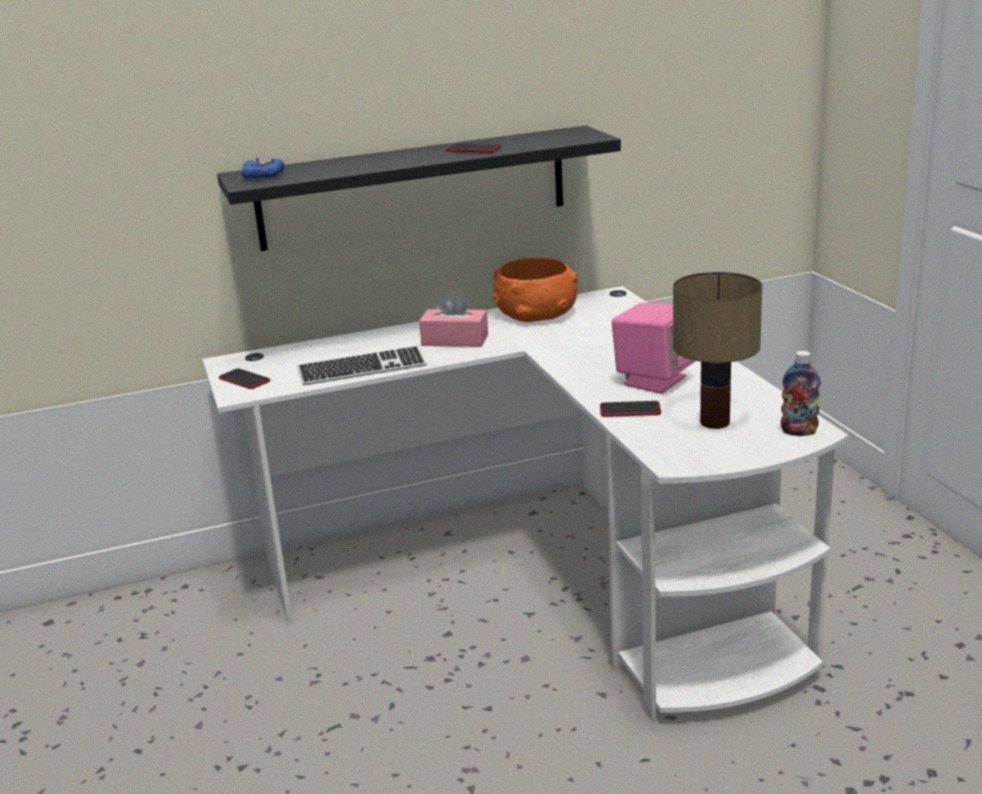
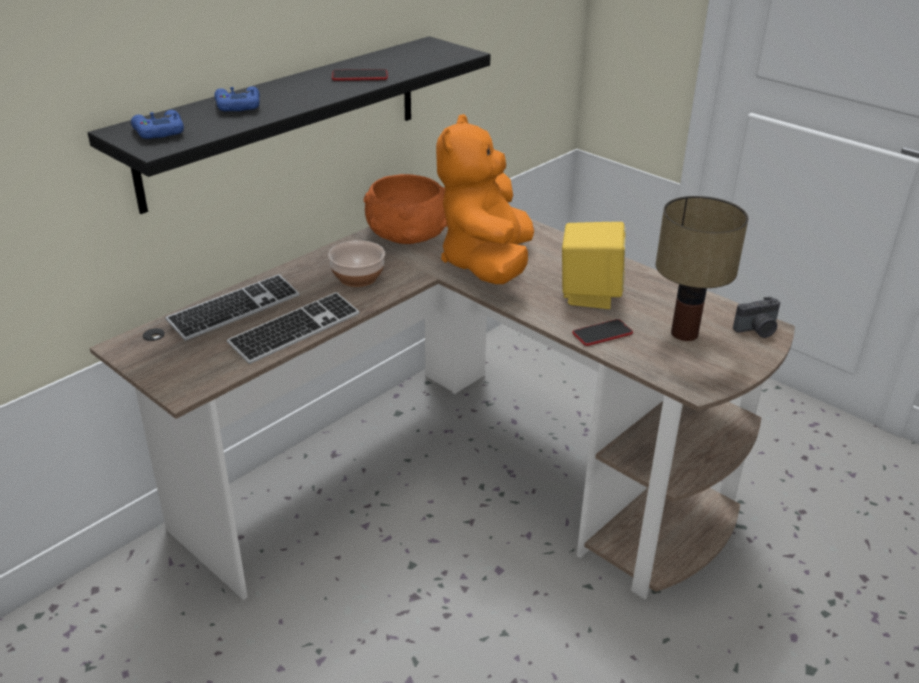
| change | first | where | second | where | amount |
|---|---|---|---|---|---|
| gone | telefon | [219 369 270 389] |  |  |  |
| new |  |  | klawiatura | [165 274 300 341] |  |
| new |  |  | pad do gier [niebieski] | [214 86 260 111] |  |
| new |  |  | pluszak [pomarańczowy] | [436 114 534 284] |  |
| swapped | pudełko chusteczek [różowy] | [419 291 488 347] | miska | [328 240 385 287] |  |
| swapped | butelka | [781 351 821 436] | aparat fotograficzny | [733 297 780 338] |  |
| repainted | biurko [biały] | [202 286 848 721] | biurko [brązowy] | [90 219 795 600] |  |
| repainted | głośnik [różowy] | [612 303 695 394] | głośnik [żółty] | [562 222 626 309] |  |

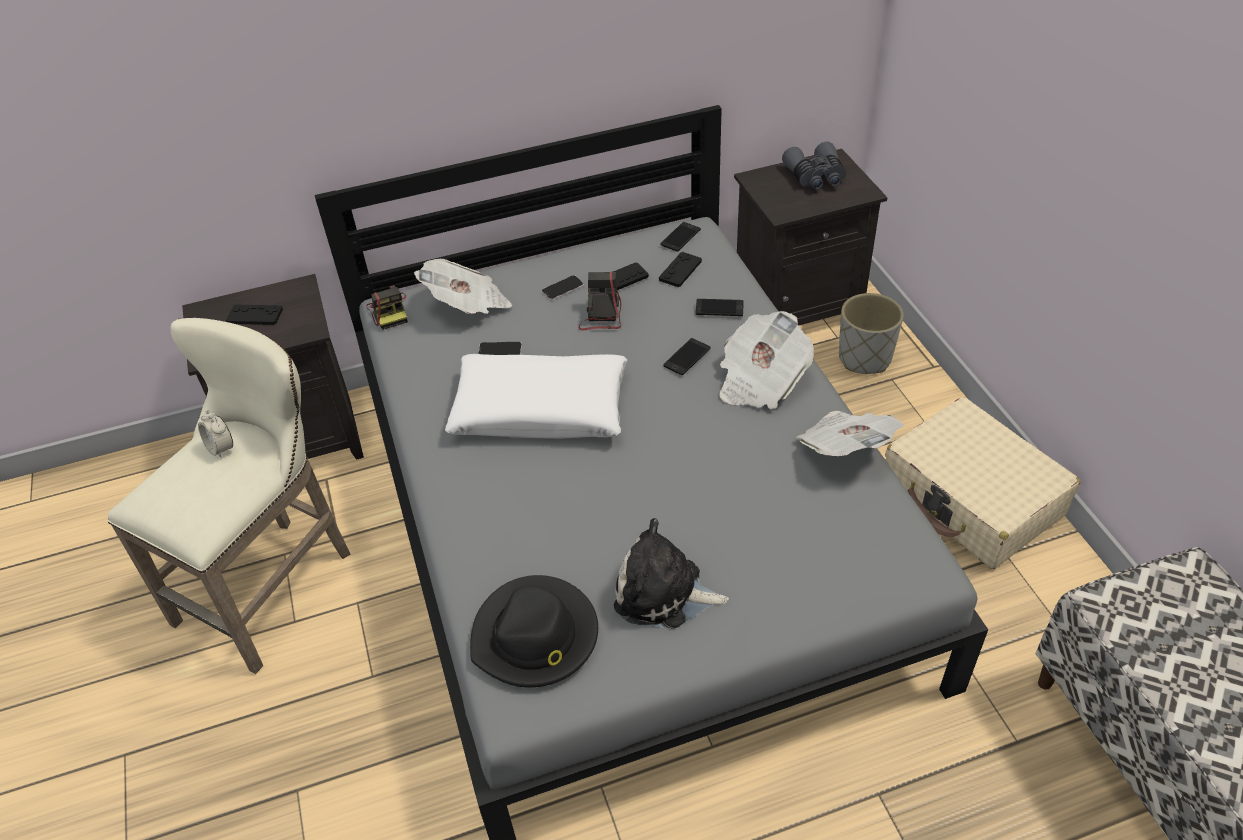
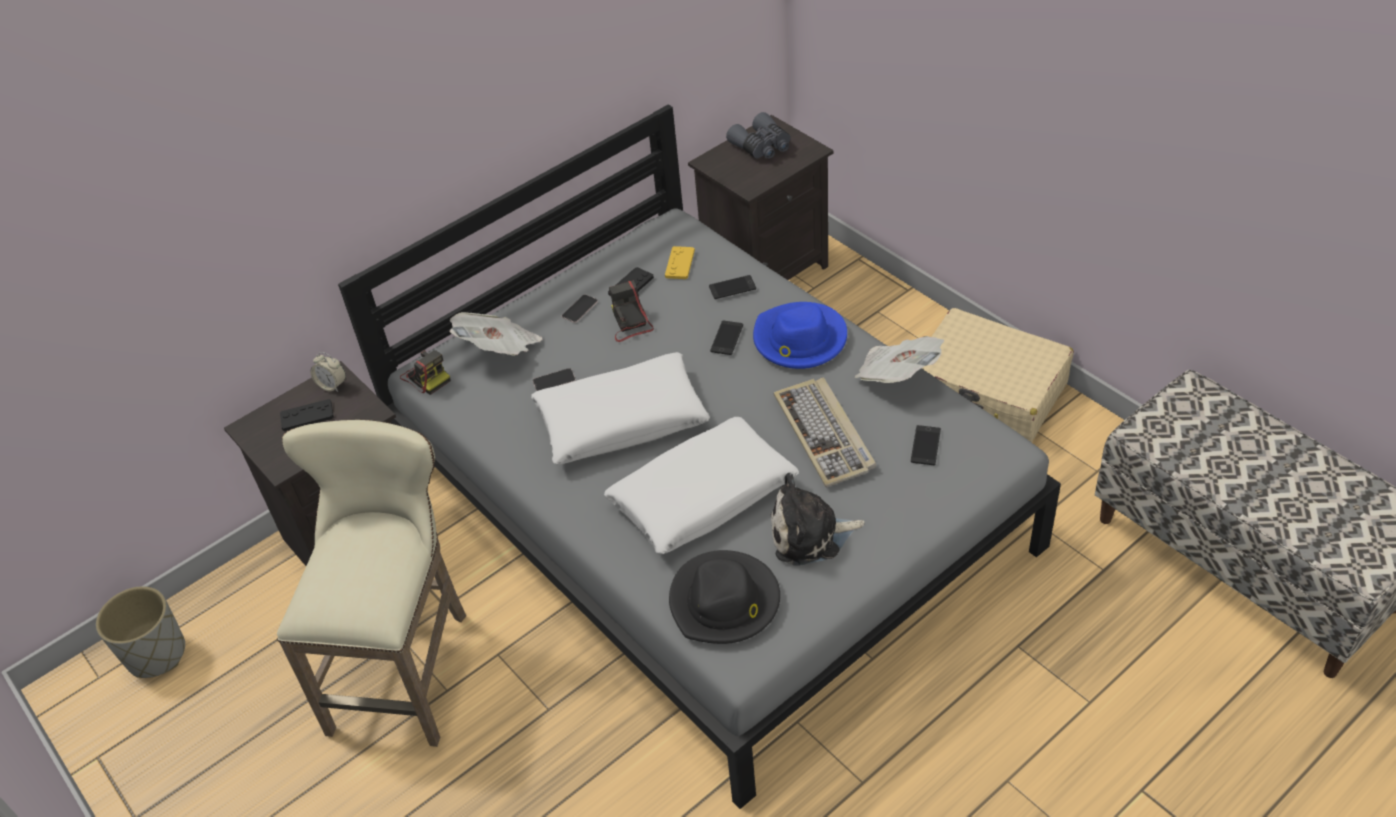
| change | first | where | second | where | amount |
|---|---|---|---|---|---|
| new |  |  | poduszka [biały] | [604 417 799 554] |  |
| new |  |  | klawiatura | [774 378 876 487] |  |
| shifted | budzik | [198 410 233 459] |  | [310 352 346 392] |  |
| shifted | telefon | [660 222 701 252] |  | [911 425 941 465] |  |
| shifted | donica [szary] | [839 293 903 374] |  | [96 586 185 678] |  |
| swapped | gazeta | [719 311 814 409] | kapelusz [niebieski] | [753 302 847 369] |  |
| repainted | pad do gier [czarny] | [659 252 702 287] | pad do gier [żółty] | [665 246 695 279] |  |

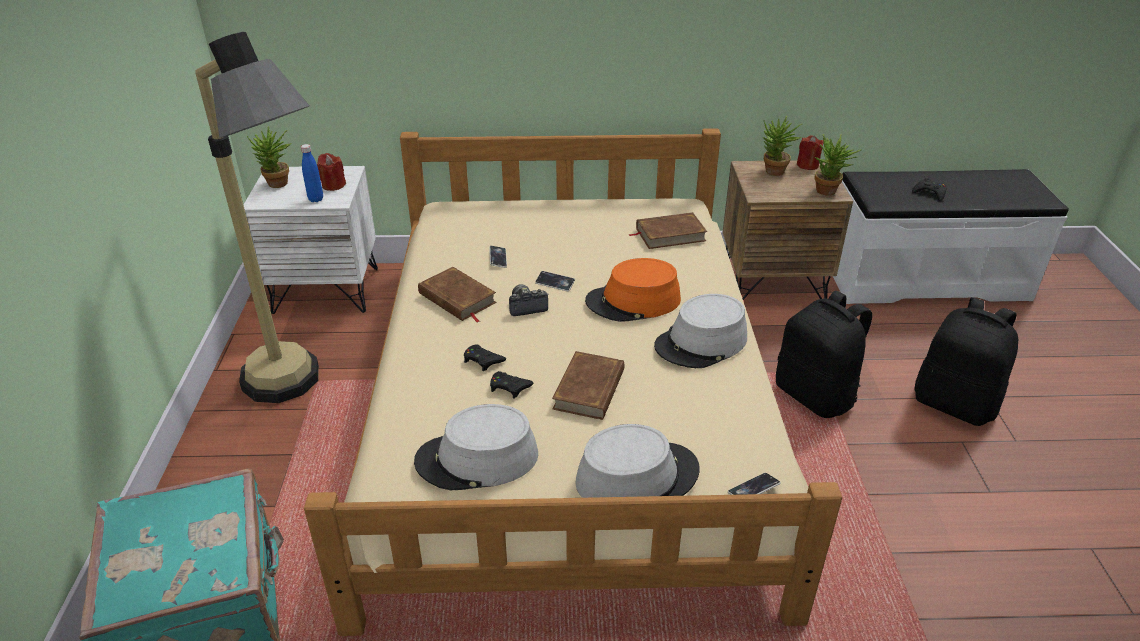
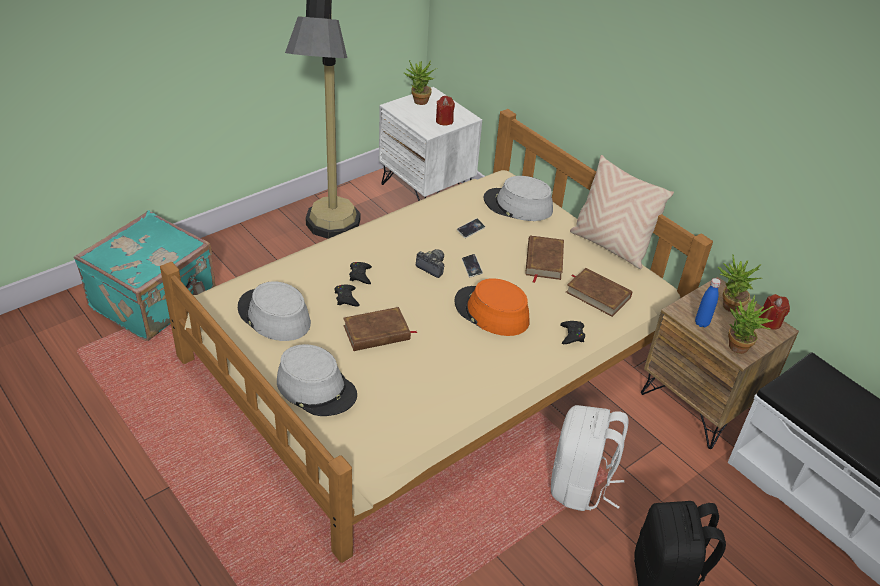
| change | first | where | second | where | amount |
|---|---|---|---|---|---|
| gone | telefon | [728 473 781 495] |  |  |  |
| new |  |  | poduszka [beżowy] | [570 155 674 269] |  |
| shifted | butelka [niebieski] | [301 144 323 202] |  | [695 278 721 328] |  |
| shifted | książka [brązowy] | [418 267 497 322] |  | [525 235 564 283] |  |
| shifted | kapelusz [szary] | [654 294 747 368] |  | [483 176 553 221] |  |
| shifted | pad do gier [czarny] | [912 178 947 201] |  | [560 321 585 344] |  |
| repainted | plecak [czarny] | [776 291 872 418] | plecak [biały] | [551 405 629 511] |  |

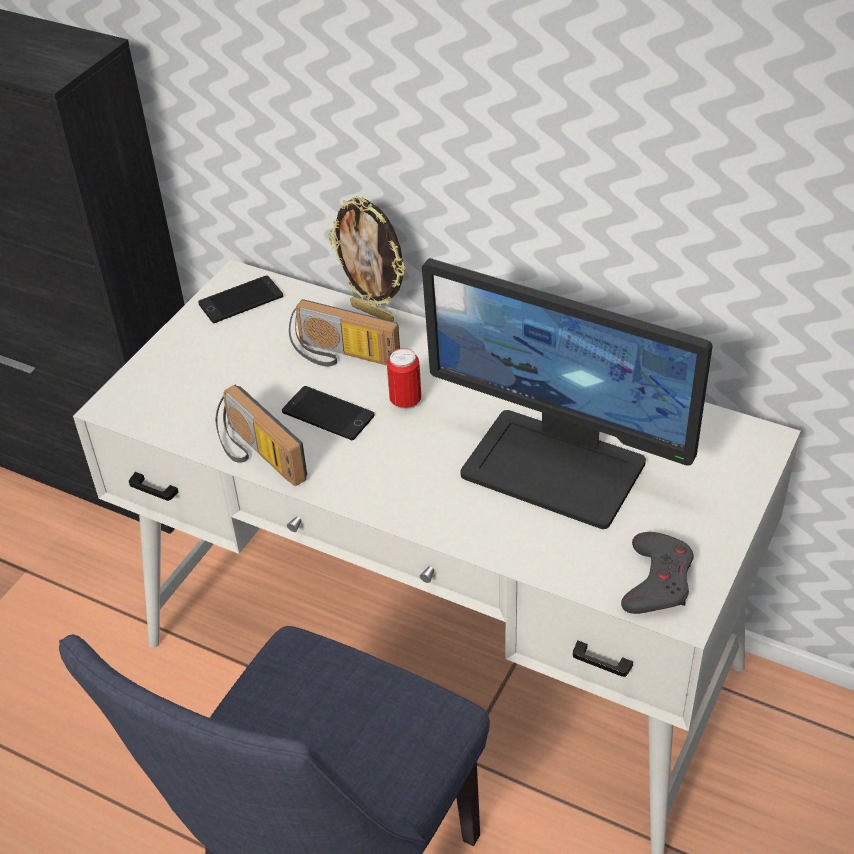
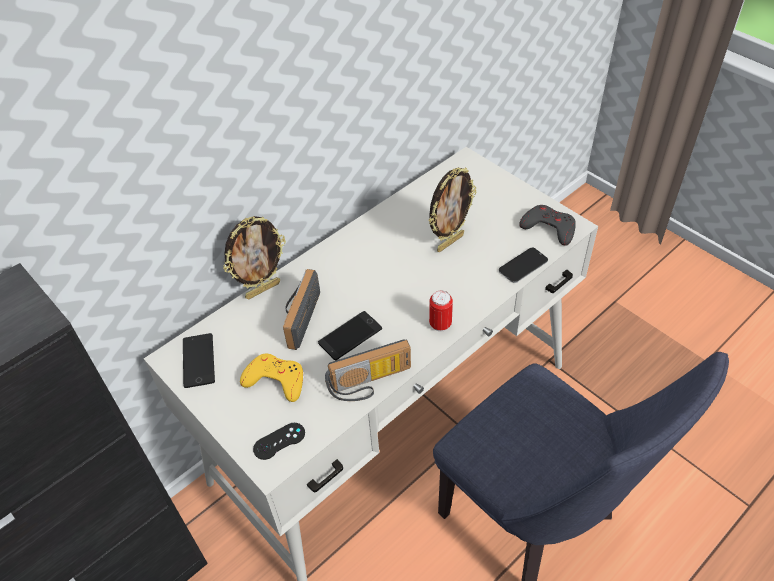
| change | first | where | second | where | amount |
|---|---|---|---|---|---|
| new |  |  | pad do gier [żółty] | [240 354 303 402] |  |
| new |  |  | pad do gier [czarny] | [253 423 305 460] |  |
| new |  |  | telefon | [499 247 548 283] |  |
| shifted | puszka | [387 348 421 410] |  | [429 290 453 332] |  |
| swapped | monitor | [422 258 713 529] | ramka na zdjęcie | [428 167 476 252] |  |
| rotated | radio | [289 299 400 366] |  | [283 269 320 350] | 150 degrees clockwise |

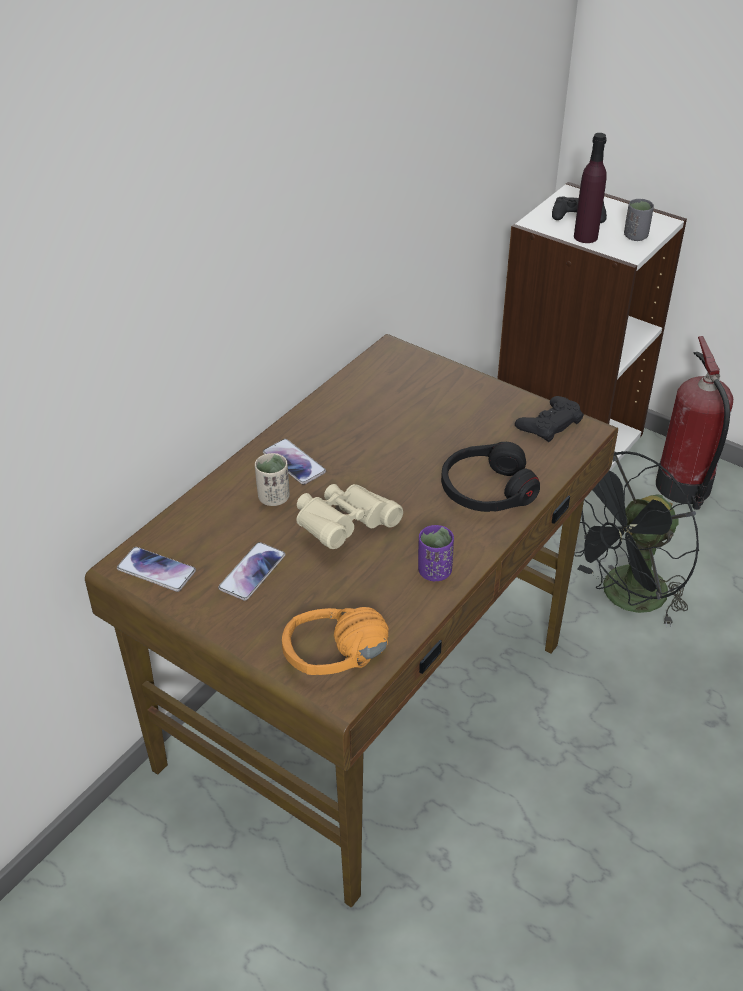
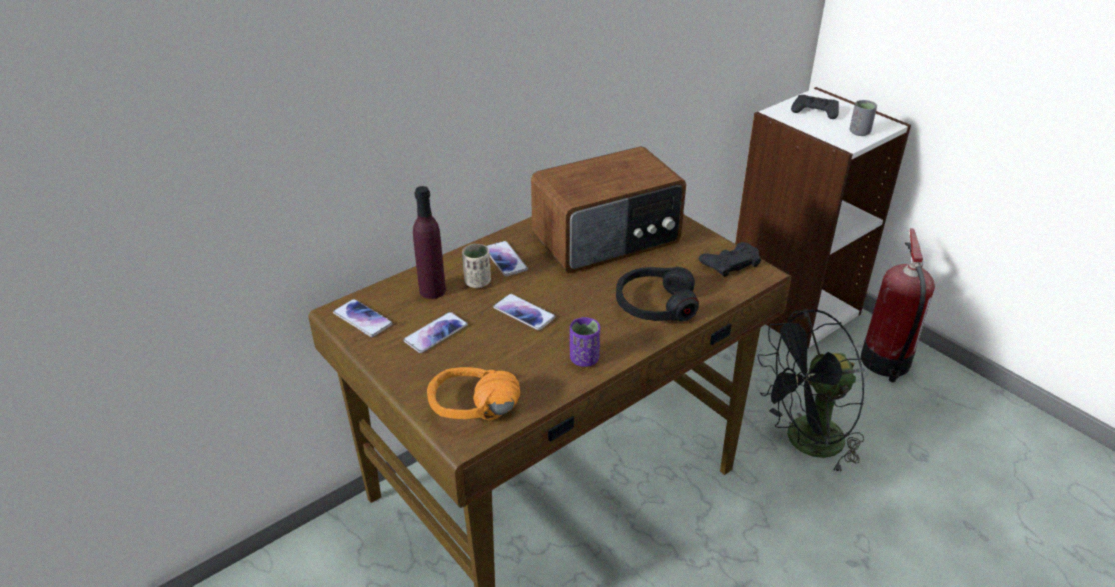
| change | first | where | second | where | amount |
|---|---|---|---|---|---|
| new |  |  | radio | [531 146 686 273] |  |
| shifted | butelka [fioletowy] | [574 133 607 243] |  | [413 186 446 299] |  |
| swapped | lornetka [beżowy] | [296 484 403 549] | telefon | [493 294 556 330] |  |

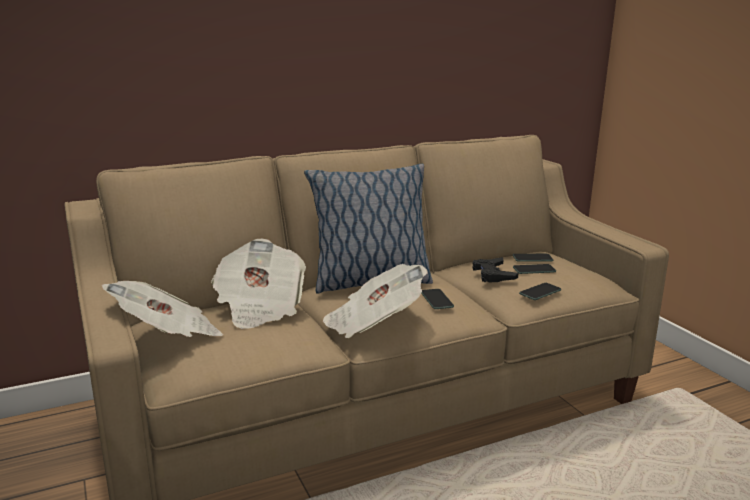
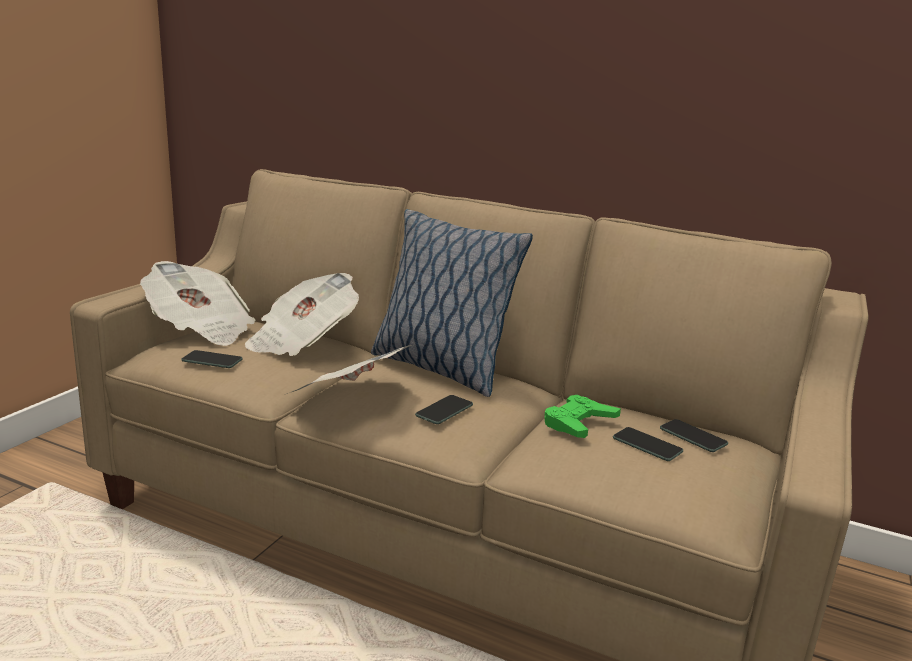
| change | first | where | second | where | amount |
|---|---|---|---|---|---|
| shifted | telefon | [519 283 561 300] |  | [181 350 243 368] |  |
| repainted | pad do gier [czarny] | [472 257 519 282] | pad do gier [zielony] | [544 395 621 438] |  |

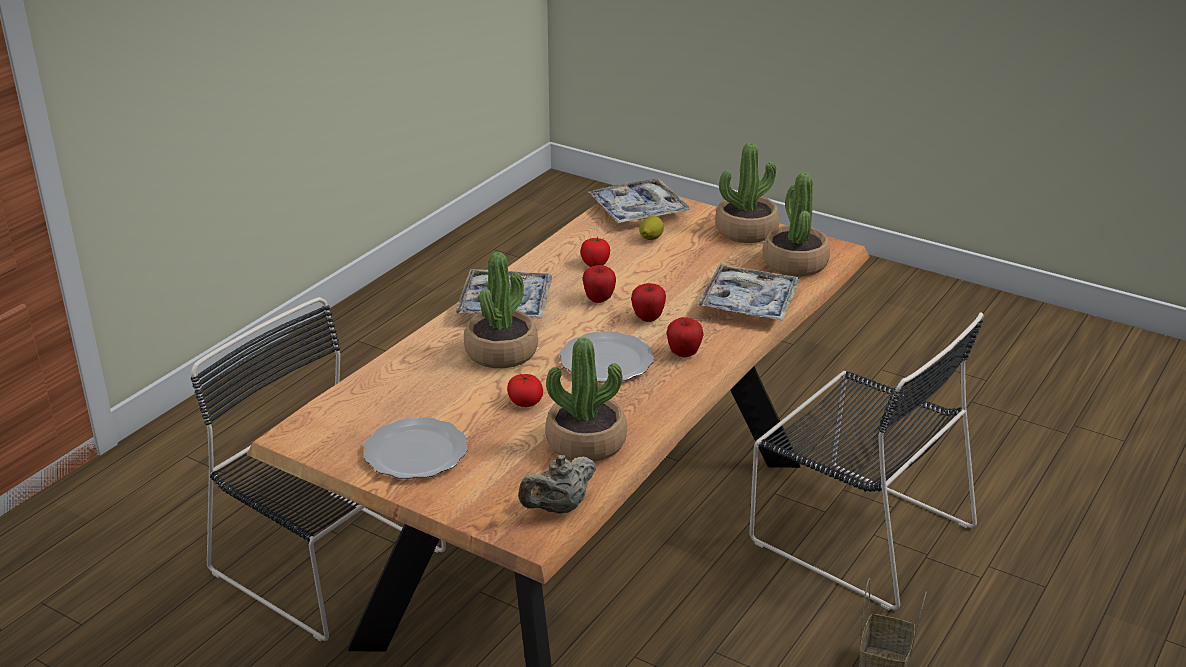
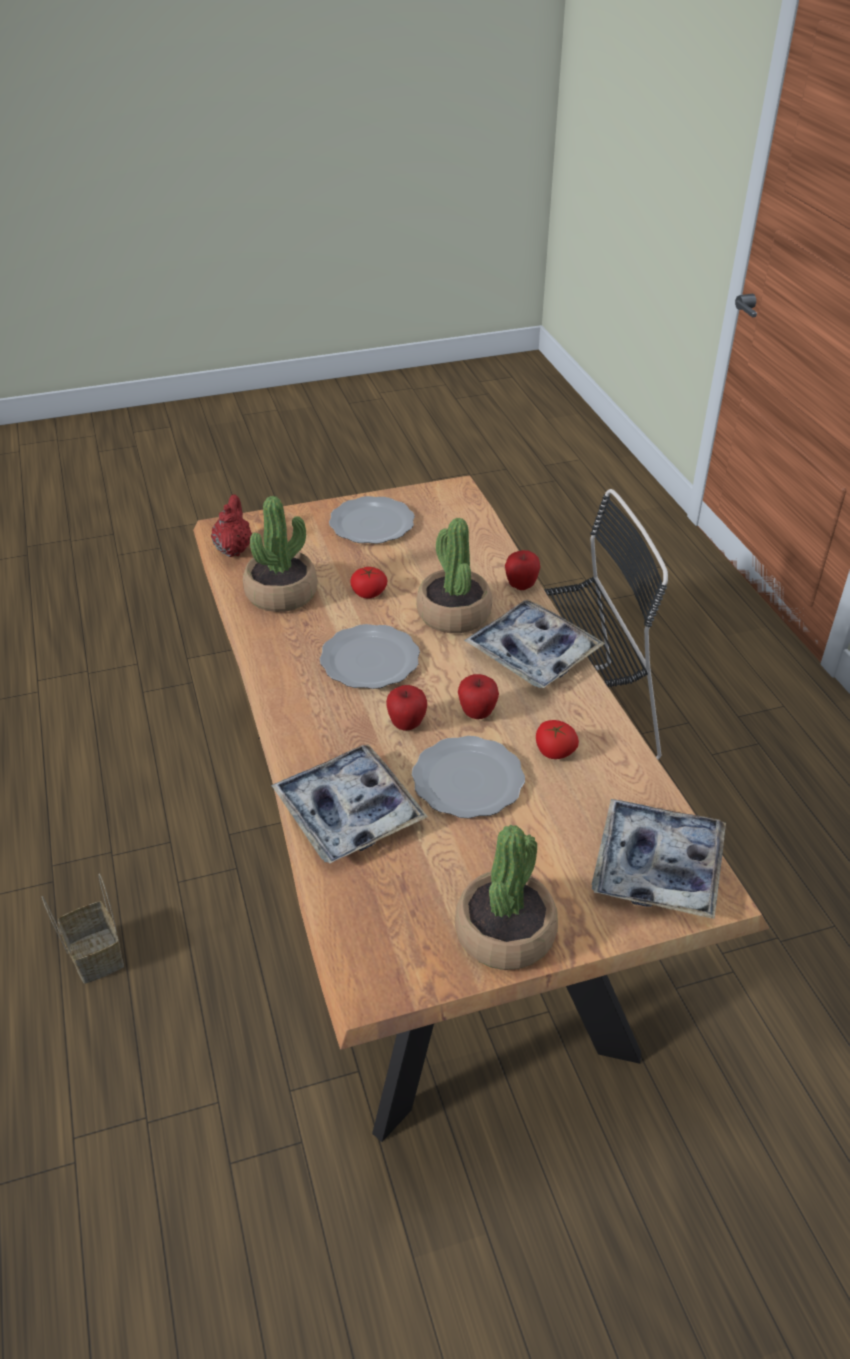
| change | first | where | second | where | amount |
|---|---|---|---|---|---|
| gone | cytryna | [639 216 664 240] |  |  |  |
| gone | krzesło [czarny] | [749 313 984 610] |  |  |  |
| gone | roślina doniczkowa | [763 172 830 276] |  |  |  |
| new |  |  | talerz | [412 736 525 818] |  |
| shifted | jabłko | [667 317 704 357] |  | [505 550 540 590] |  |
| repainted | imbryk [beżowy] | [518 455 596 514] | imbryk [czerwony] | [211 495 252 557] |  |

